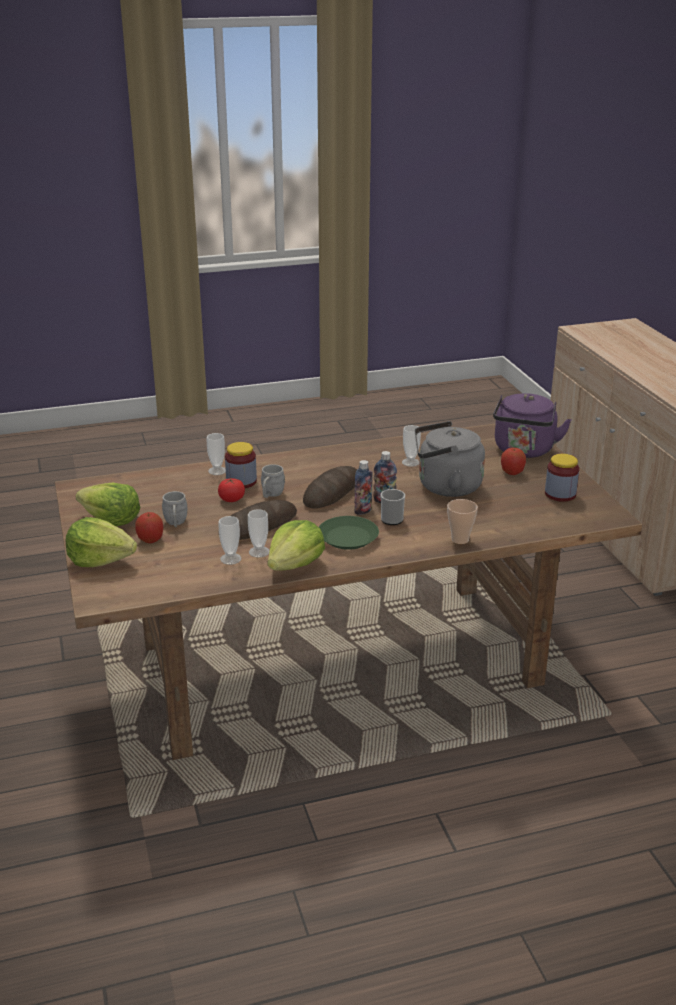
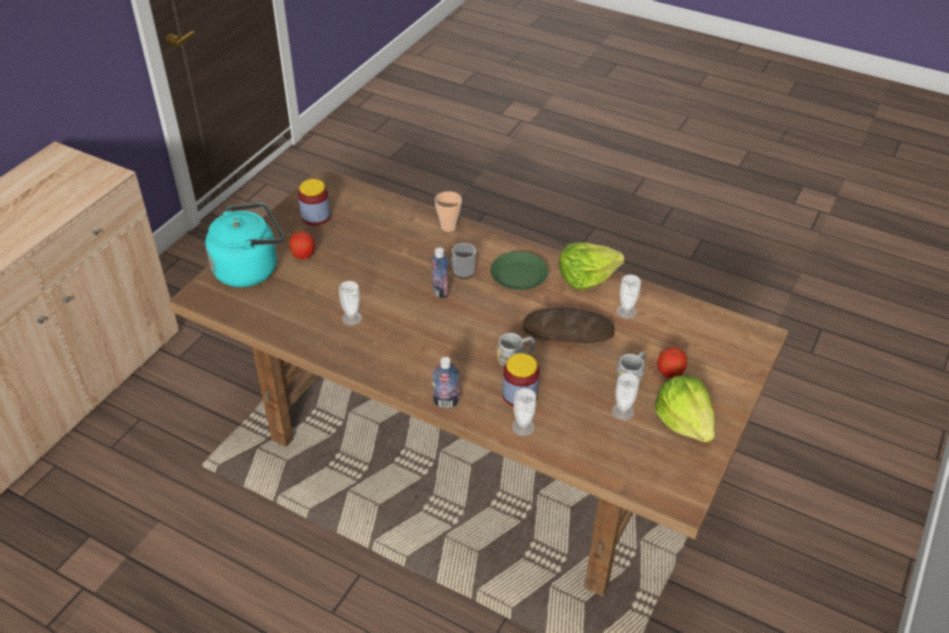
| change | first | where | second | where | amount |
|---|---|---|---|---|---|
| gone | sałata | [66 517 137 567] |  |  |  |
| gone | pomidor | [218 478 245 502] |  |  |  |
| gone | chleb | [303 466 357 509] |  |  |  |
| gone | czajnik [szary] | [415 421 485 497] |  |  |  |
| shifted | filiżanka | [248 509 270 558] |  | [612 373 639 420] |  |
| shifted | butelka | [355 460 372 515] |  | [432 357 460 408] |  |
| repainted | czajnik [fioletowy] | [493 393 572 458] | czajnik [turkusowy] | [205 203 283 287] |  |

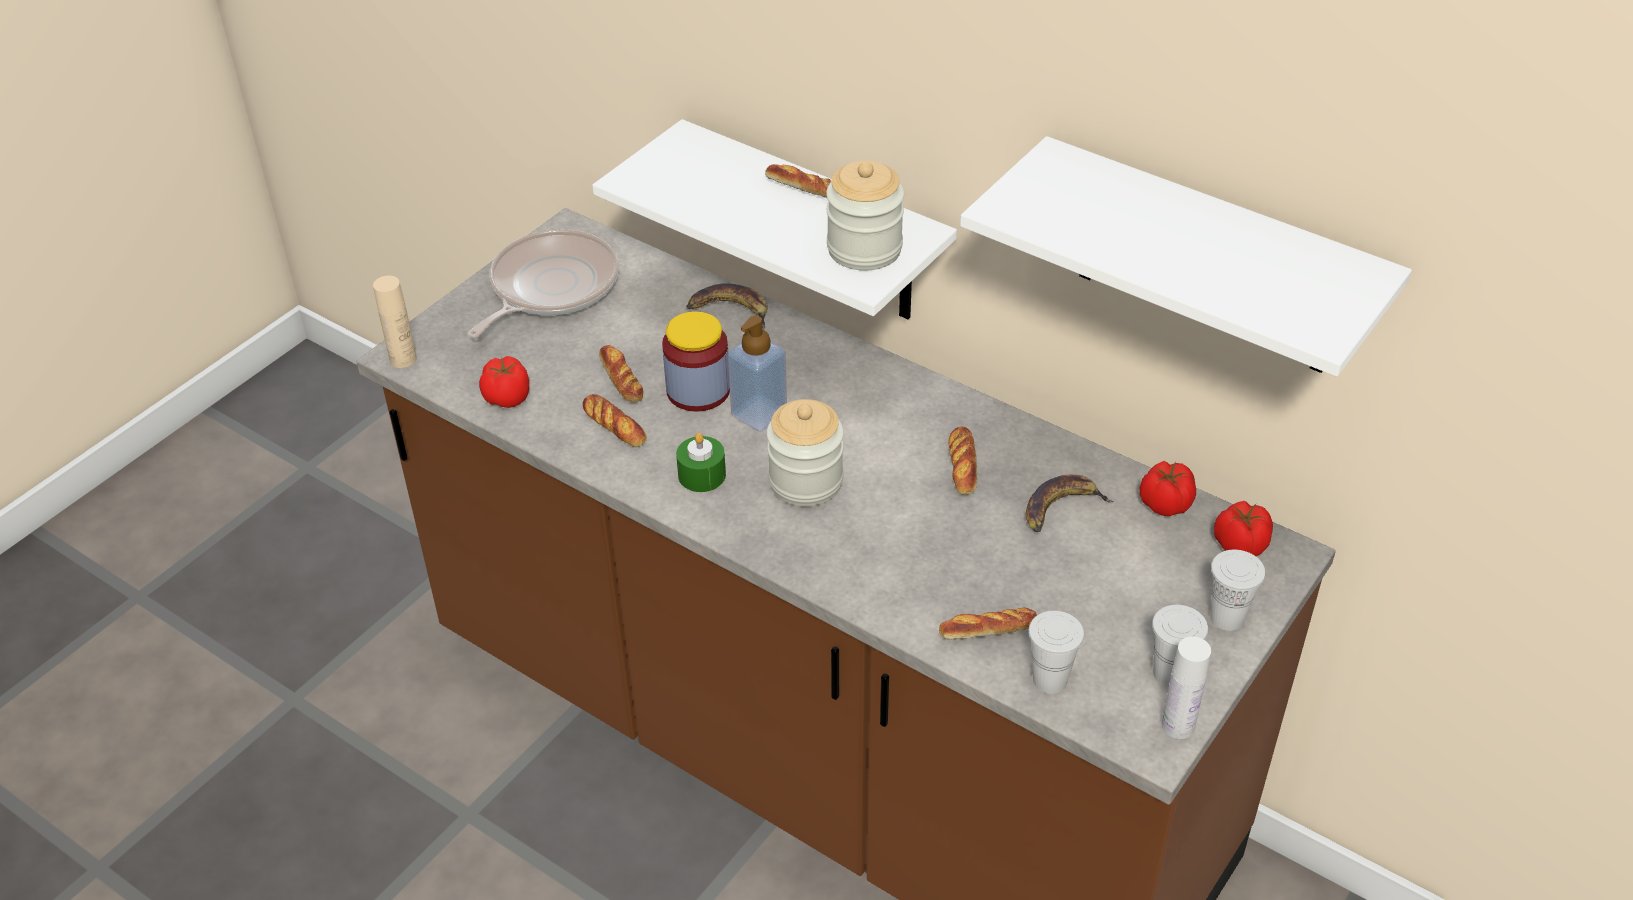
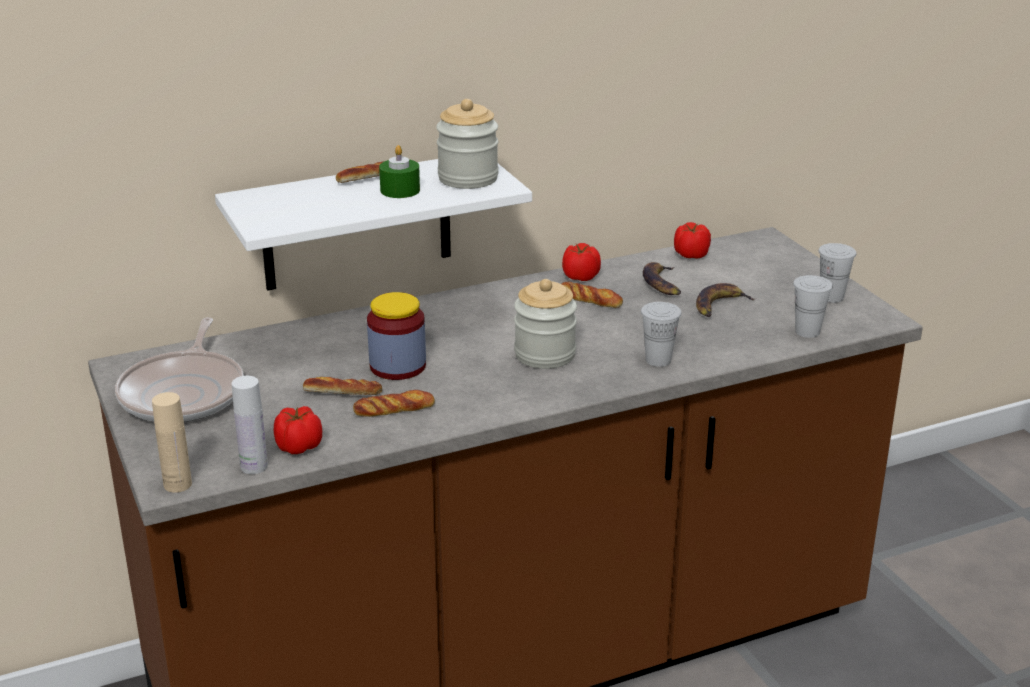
| change | first | where | second | where | amount |
|---|---|---|---|---|---|
| gone | dozownik mydła | [728 316 787 432] |  |  |  |
| gone | chleb | [939 607 1037 639] |  |  |  |
| gone | półka [biały] | [960 136 1412 377] |  |  |  |
| shifted | świeca [zielony] | [676 433 726 492] |  | [379 145 420 198] |  |
| shifted | banan | [686 284 768 329] |  | [696 283 757 317] |  |
| shifted | butelka [biały] | [1162 636 1211 739] |  | [232 376 268 474] |  |
| shifted | filiżanka [biały] | [1211 550 1266 631] |  | [641 302 682 367] |  |
| shifted | pomidor | [1214 501 1273 556] |  | [562 243 601 281] |  |
| rotated | patelnia | [467 229 619 338] |  | [115 317 244 422] | 150 degrees counterclockwise |

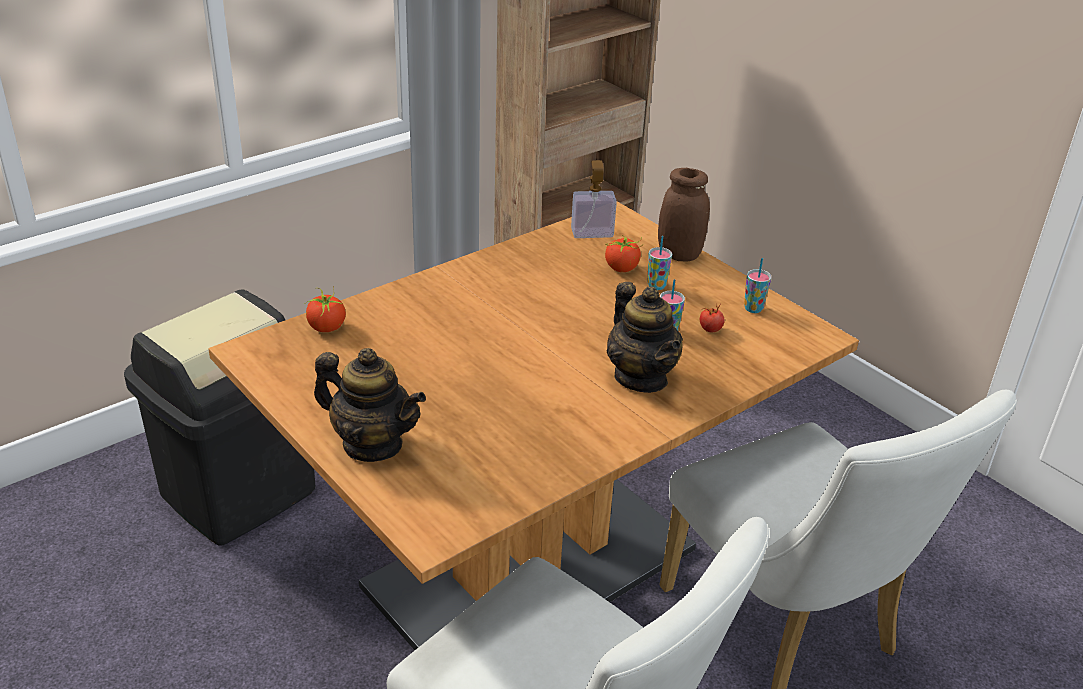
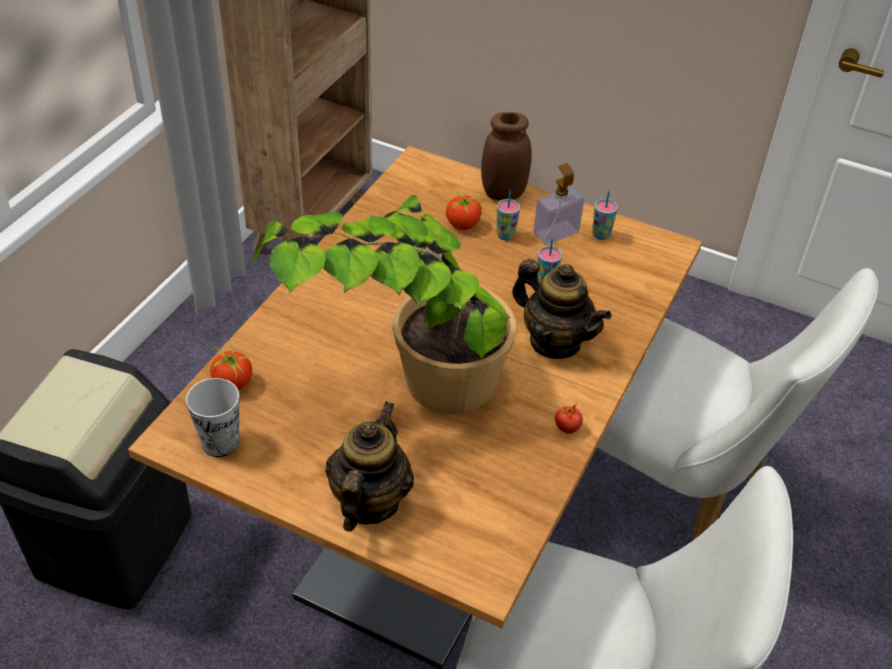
| change | first | where | second | where | amount |
|---|---|---|---|---|---|
| new |  |  | filiżanka | [186 378 239 457] |  |
| new |  |  | roślina doniczkowa | [253 195 516 414] |  |
| shifted | dozownik mydła | [571 160 617 238] |  | [533 163 584 245] |  |
| shifted | pomidor | [700 304 725 332] |  | [555 405 583 434] |  |
| rotated | imbryk | [314 348 426 462] |  | [325 401 414 532] | 75 degrees counterclockwise |

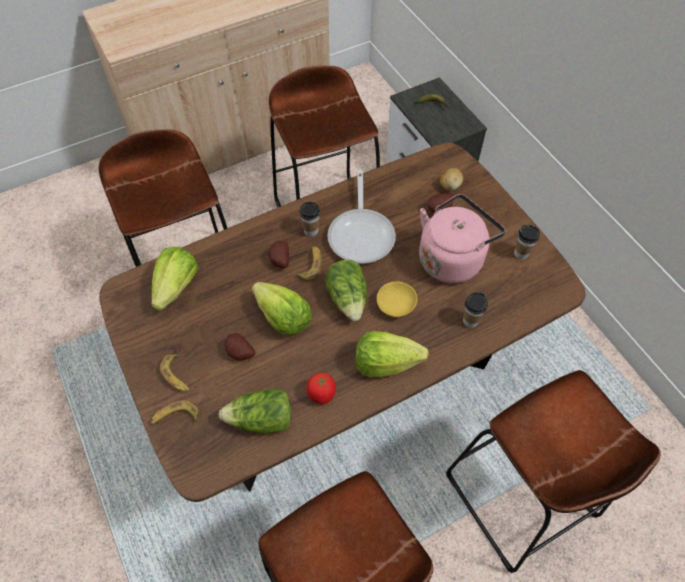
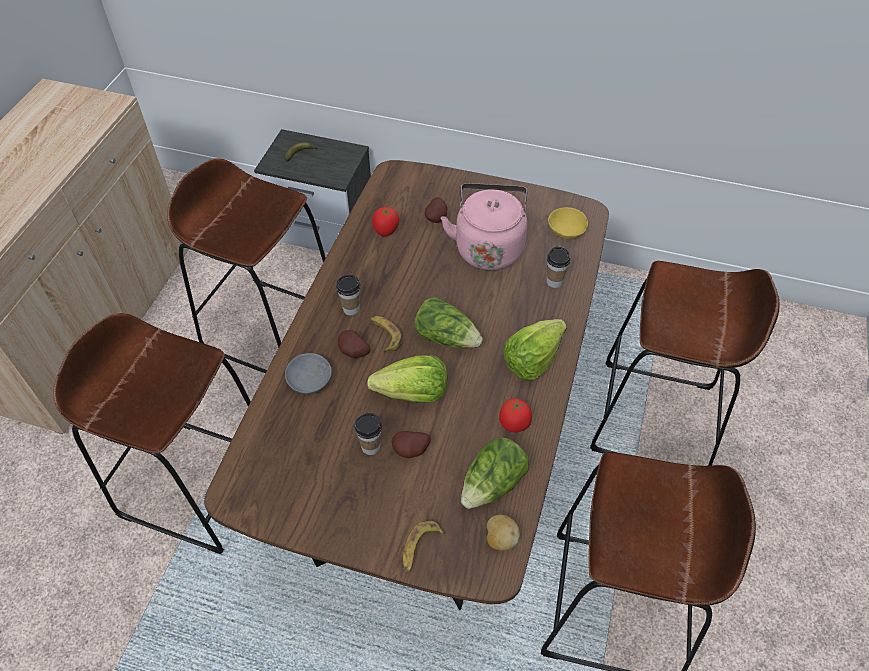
| change | first | where | second | where | amount |
|---|---|---|---|---|---|
| gone | sałata | [151 247 198 311] |  |  |  |
| gone | banan | [160 354 190 392] |  |  |  |
| gone | patelnia | [327 170 396 264] |  |  |  |
| new |  |  | miska [szary] | [285 353 332 394] |  |
| new |  |  | pomidor | [372 207 399 236] |  |
| shifted | miska [żółty] | [377 281 418 318] |  | [548 207 588 239] |  |
| shifted | ziemniak | [440 168 463 191] |  | [487 514 520 551] |  |
| shifted | filiżanka | [514 225 540 259] |  | [355 413 382 455] |  |

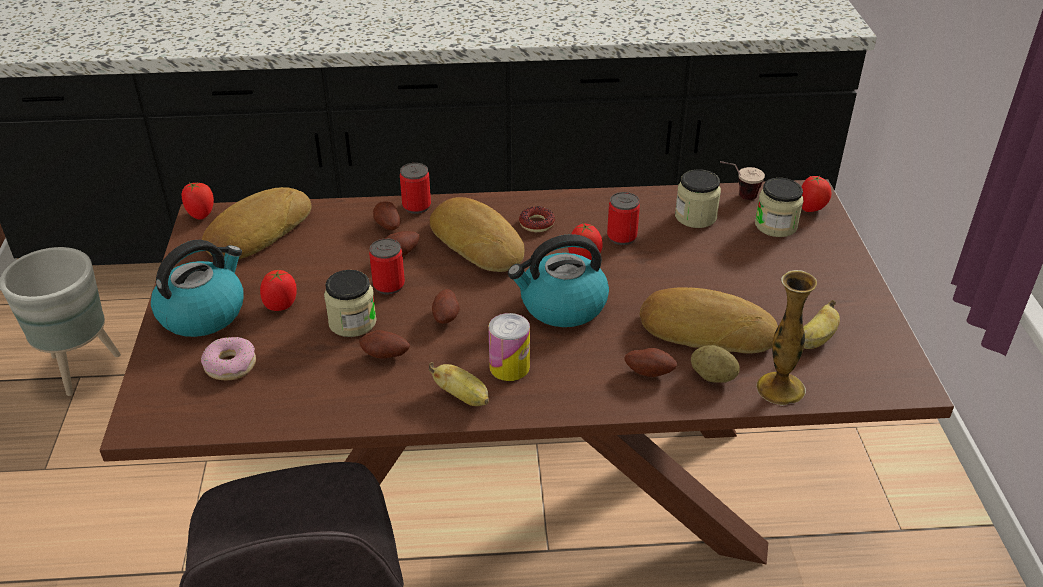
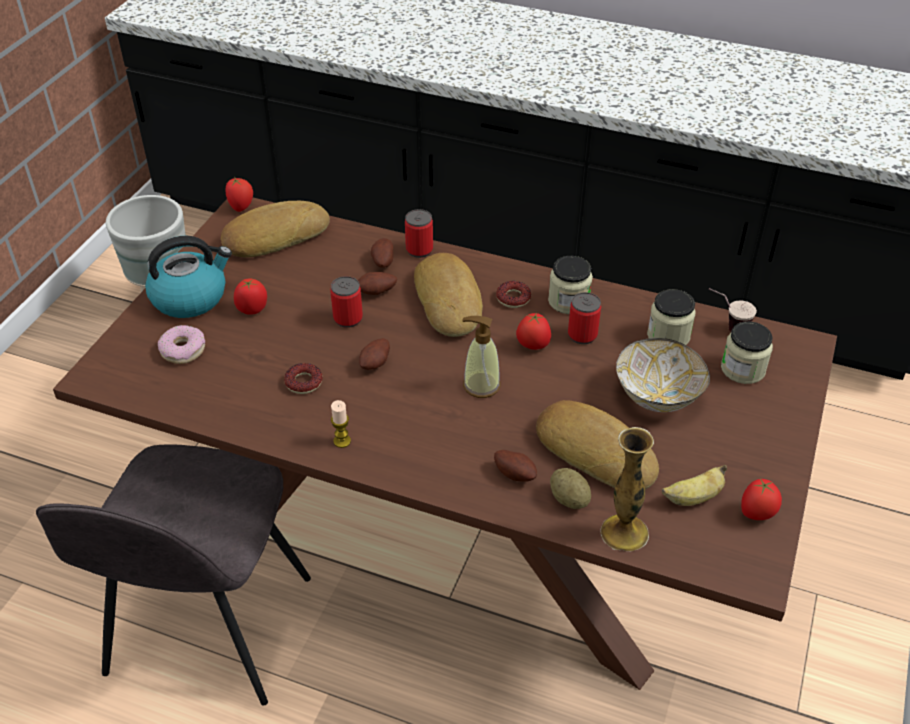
| change | first | where | second | where | amount |
|---|---|---|---|---|---|
| gone | puszka | [488 313 530 381] |  |  |  |
| new |  |  | miska | [616 338 710 412] |  |
| shifted | słoik | [324 270 377 337] |  | [548 256 593 314] |  |
| shifted | pomidor | [802 176 832 212] |  | [741 479 782 520] |  |
| swapped | ziemniak | [359 330 410 359] | donut | [284 363 323 394] |  |
| swapped | banan | [429 362 489 406] | świeca | [331 400 351 448] |  |
| swapped | czajnik | [508 234 609 327] | dozownik mydła | [462 316 500 398] |  |

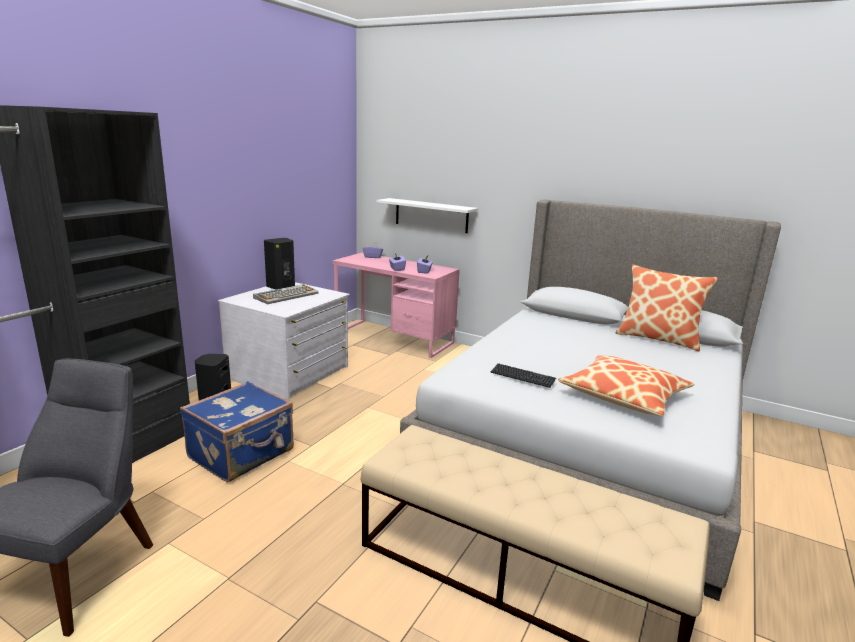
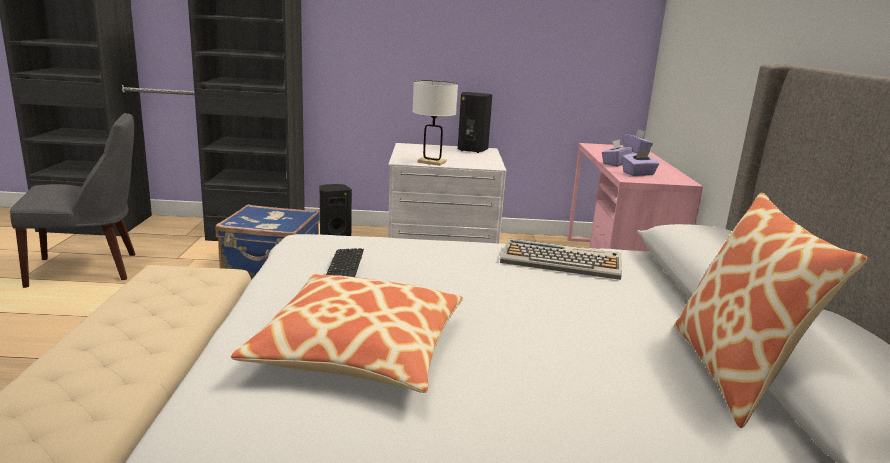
| change | first | where | second | where | amount |
|---|---|---|---|---|---|
| gone | półka [biały] | [376 198 478 233] |  |  |  |
| new |  |  | lampa stołowa [biały] | [412 80 458 166] |  |
| shifted | klawiatura | [253 284 318 304] |  | [500 238 622 280] |  |

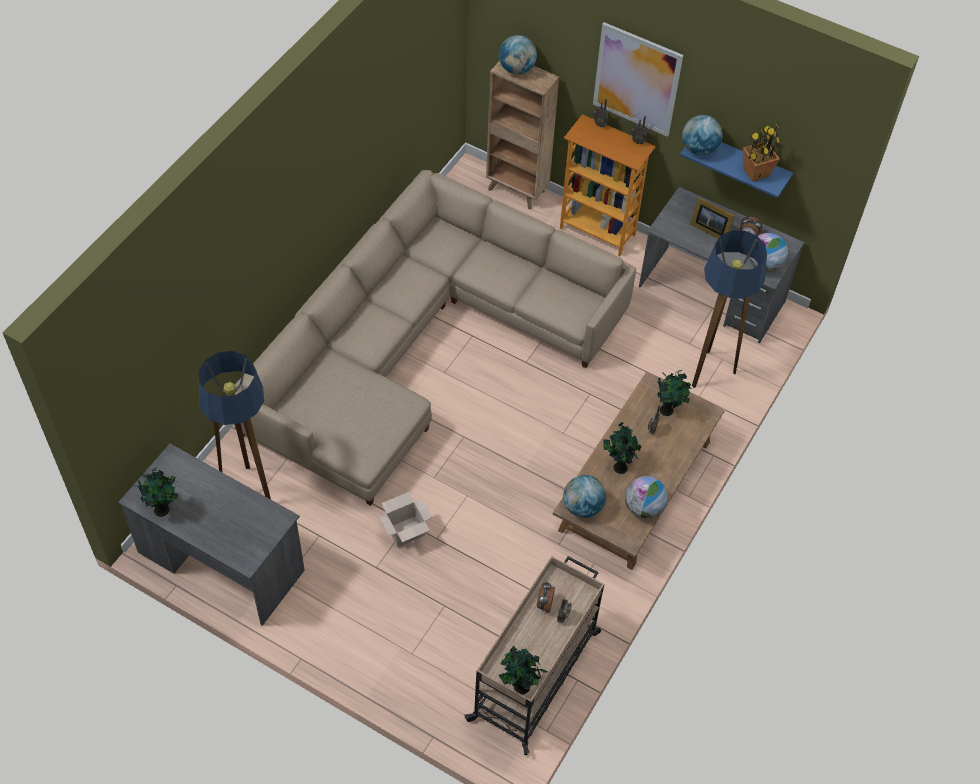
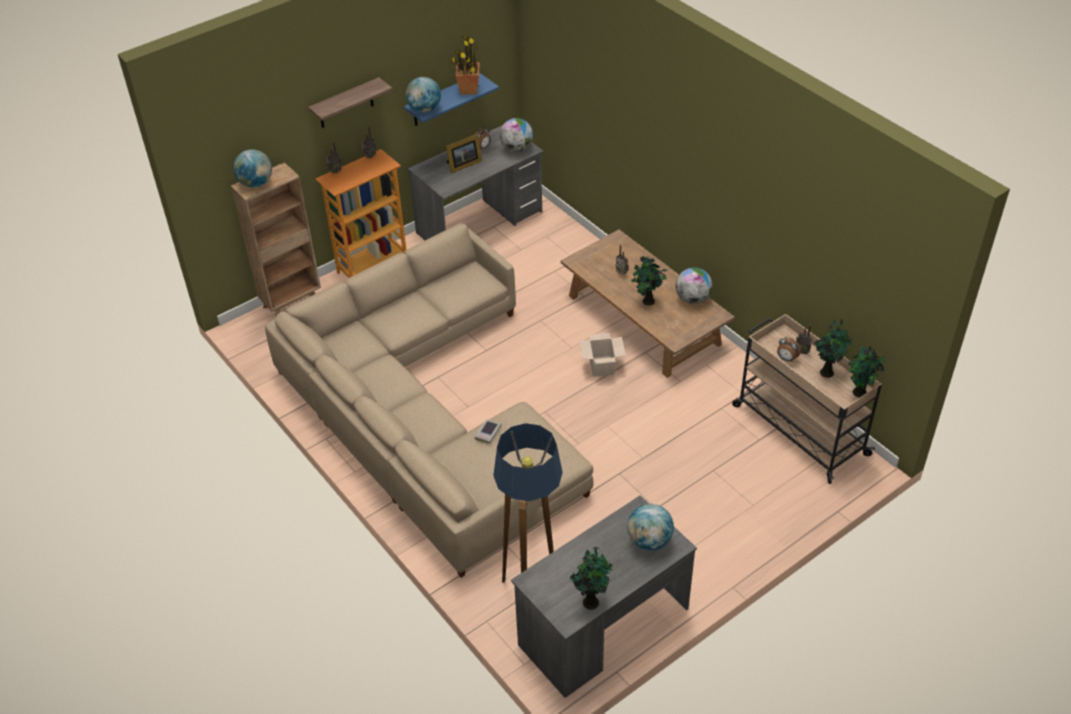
| change | first | where | second | where | amount |
|---|---|---|---|---|---|
| gone | lampa stojąca | [692 230 767 388] |  |  |  |
| new |  |  | książka | [474 419 502 444] |  |
| shifted | karton | [379 492 432 547] |  | [579 333 626 377] |  |
| shifted | globus | [563 475 606 518] |  | [627 504 674 550] |  |
| shifted | roślina doniczkowa | [654 370 692 416] |  | [814 319 853 378] |  |
| swapped | obraz | [593 22 683 137] | półka | [308 77 393 128] |  |

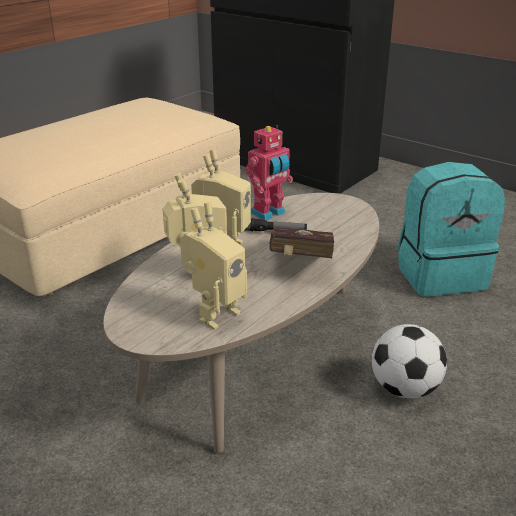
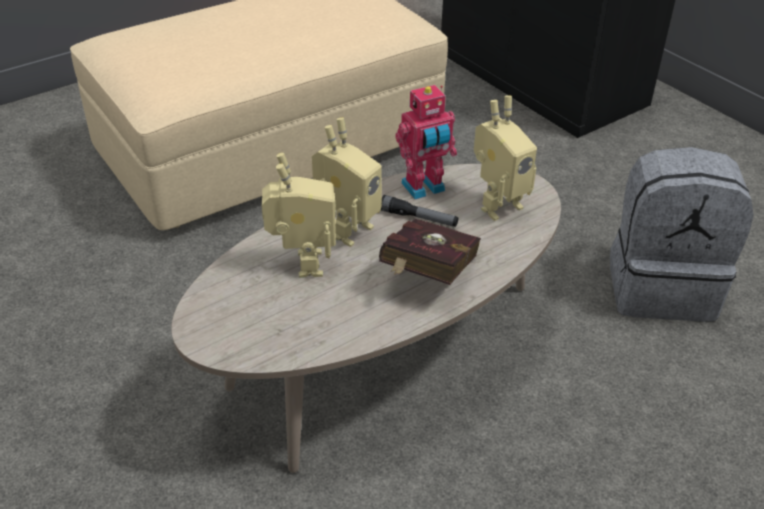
| change | first | where | second | where | amount |
|---|---|---|---|---|---|
| gone | piłka futbolowa | [372 324 447 399] |  |  |  |
| shifted | robot zabawkowy | [180 202 247 330] |  | [474 95 537 221] |  |
| repainted | plecak [turkusowy] | [398 162 505 296] | plecak [szary] | [610 147 754 322] |  |

